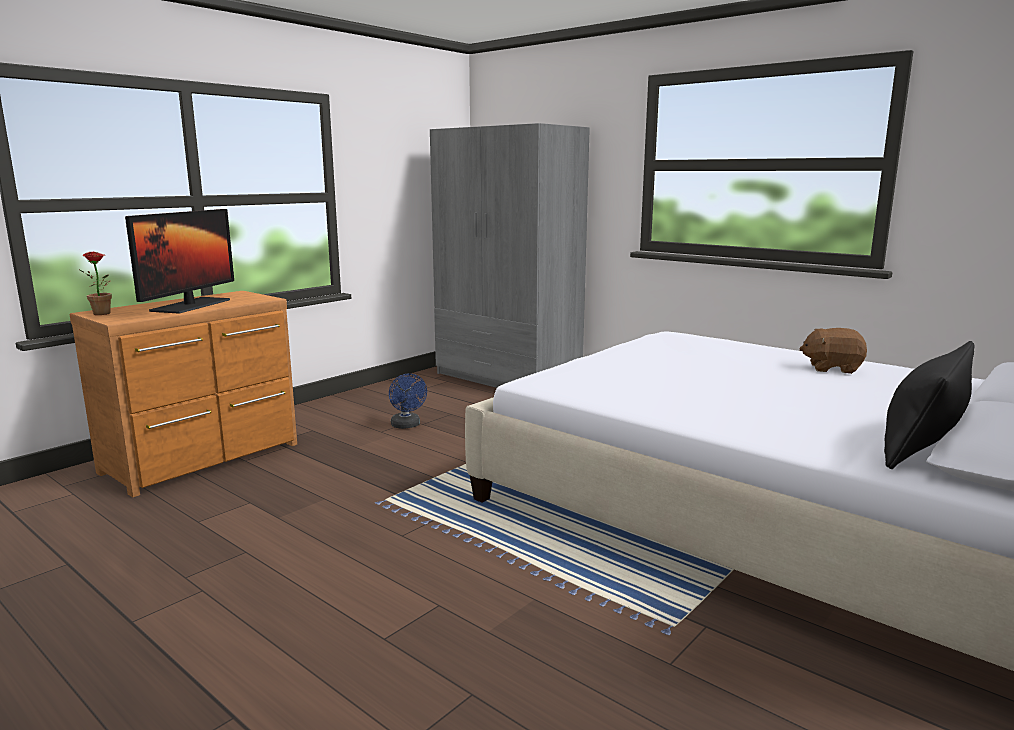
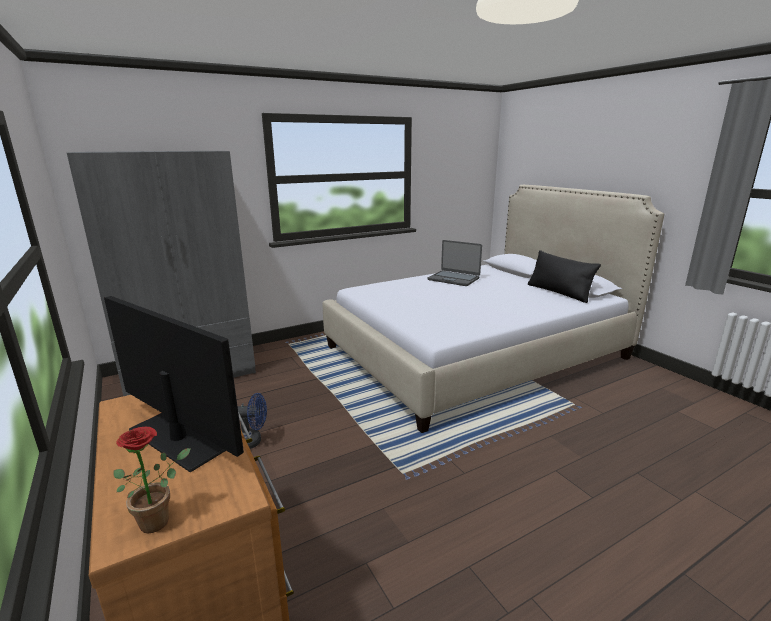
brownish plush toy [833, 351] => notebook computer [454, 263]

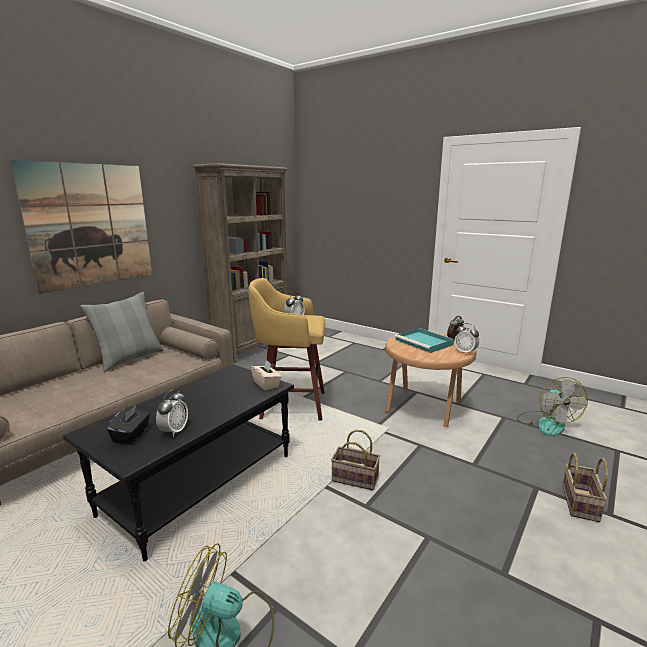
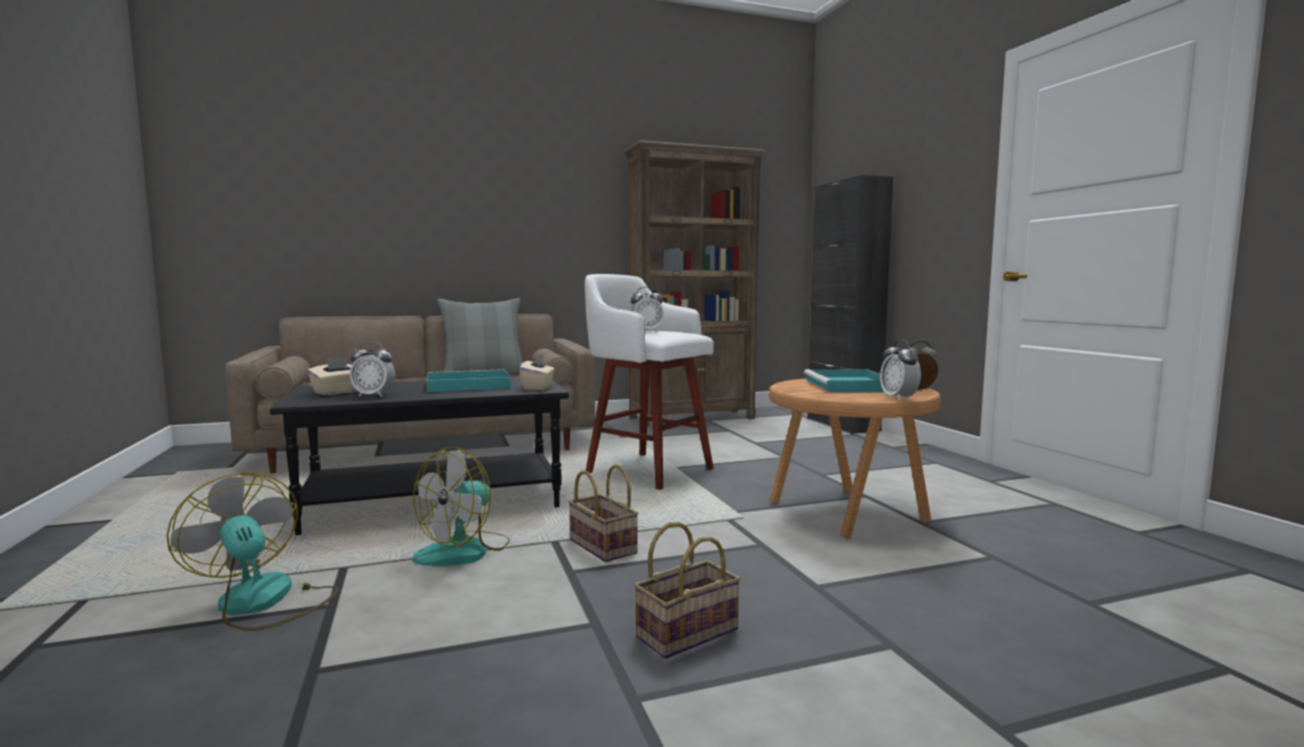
wall picture [81, 227] => nothing
black box of tissues [128, 424] => sand-coloured box of tissues [333, 375]
alarm clock [172, 413] => alarm clock [372, 369], 45 degrees clockwise
yellow-coloured sitting stool [286, 349] => white sitting stool [649, 382]
fan [552, 406] => fan [461, 506], move
storage basket [585, 487] => storage basket [687, 590], move
nothing => turquoise carrying tray [469, 380]
nothing => black cupboard [850, 304]

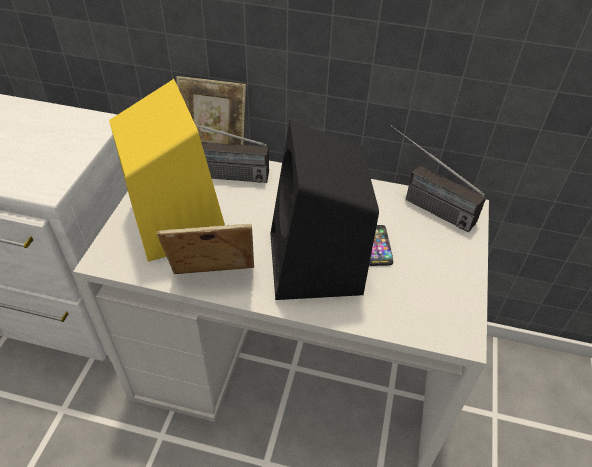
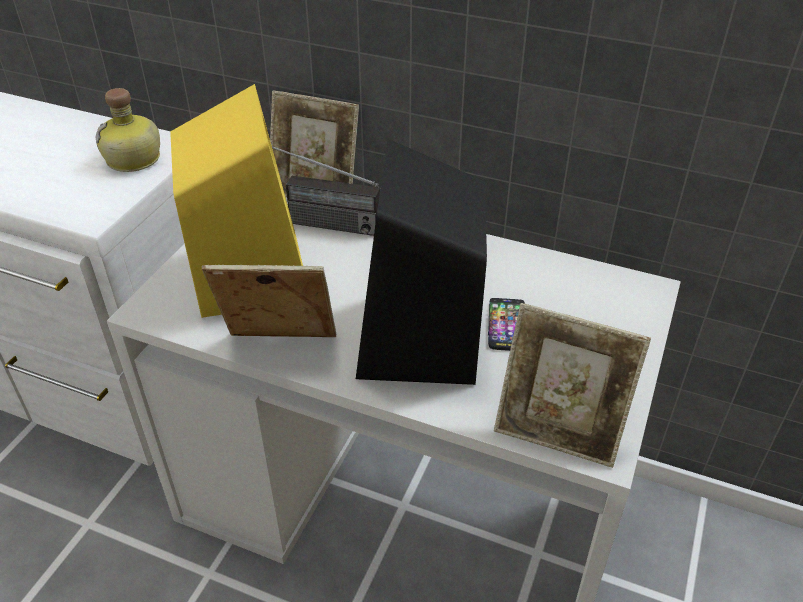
radio set [438, 178] => nothing
nothing => bottle [128, 130]
nothing => picture frame [572, 385]

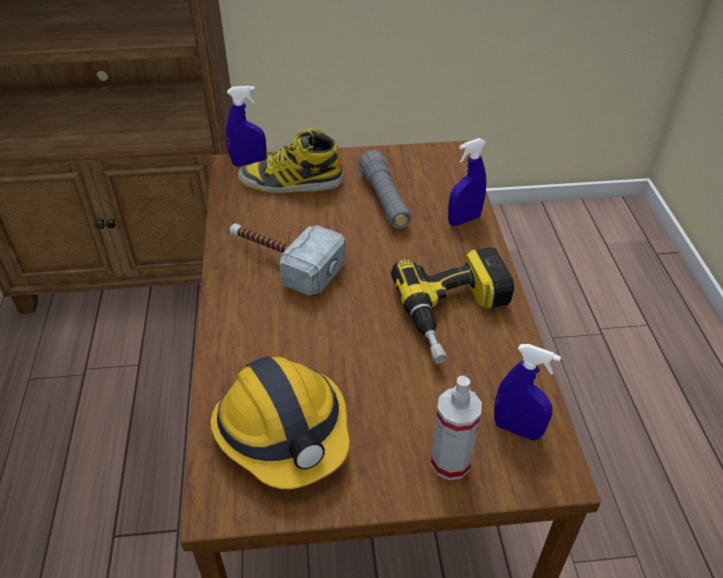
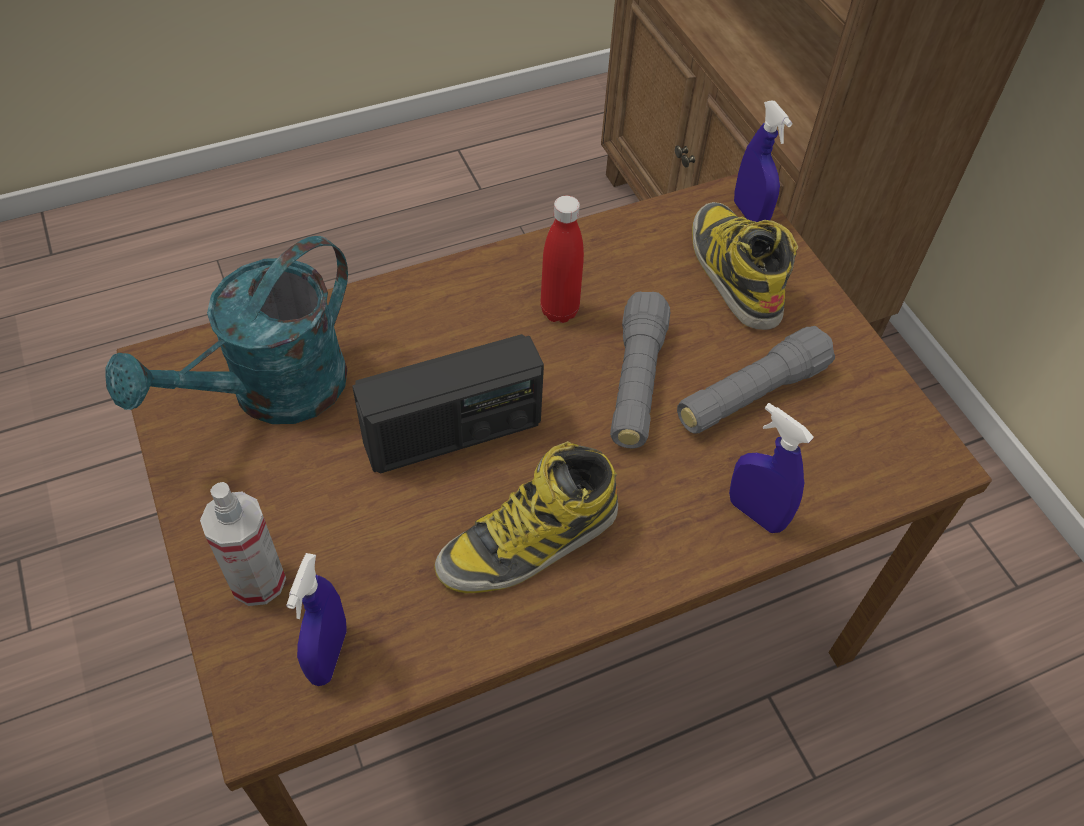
safety helmet [280, 422] => turquoise sprinkling can [227, 330]
hammer [287, 259] => red bottle [562, 259]
power drill [452, 305] => boot [526, 517]
nothing => radio set [448, 403]
nothing => grey torch [640, 370]

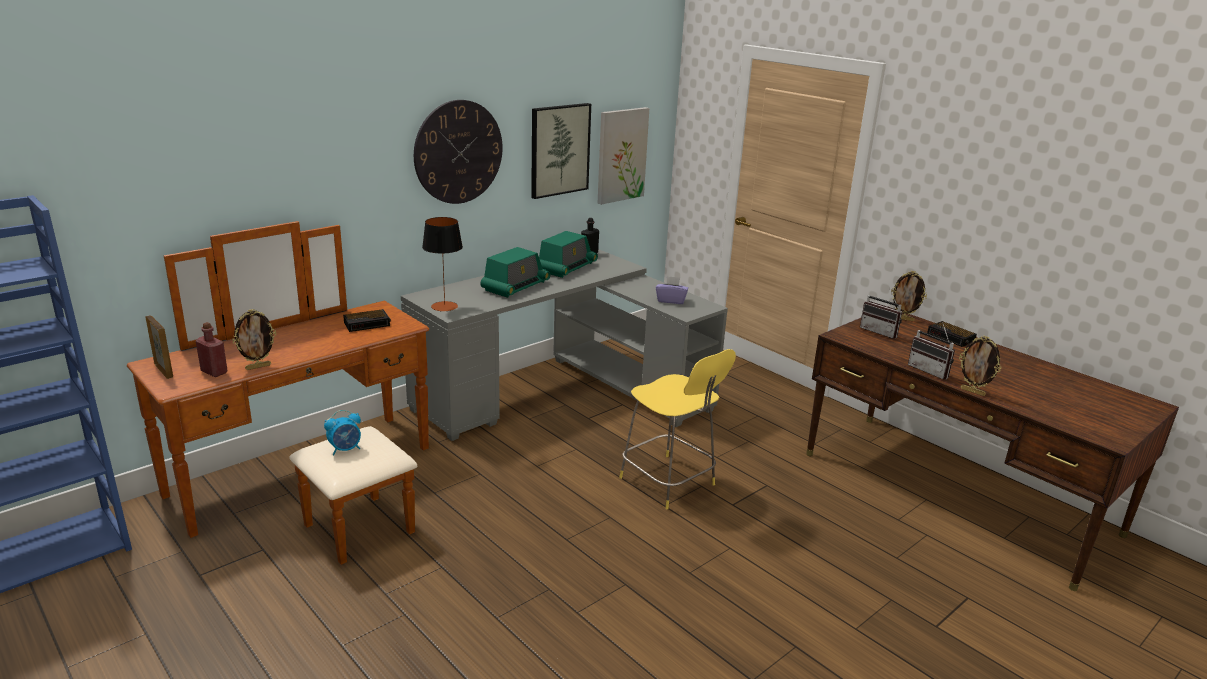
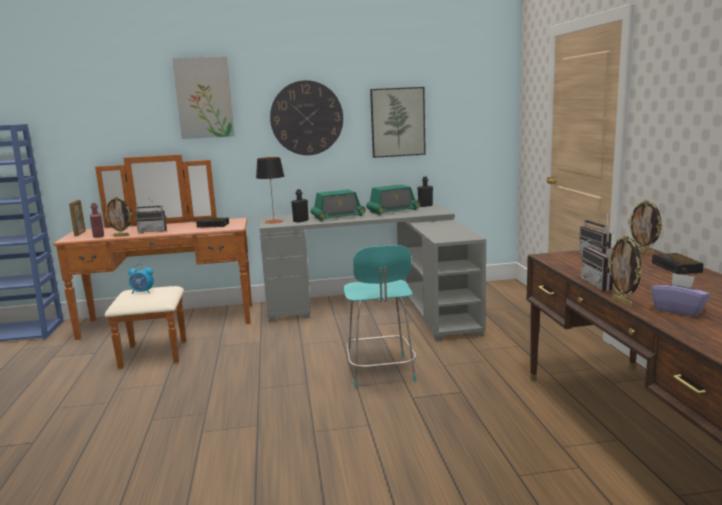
wall picture [623, 156] => wall picture [203, 97], move
yellow-coloured sitting stool [677, 429] => turquoise sitting stool [380, 317]
purple box of tissues [672, 290] => purple box of tissues [680, 295], move
nothing => radio set [151, 216]
nothing => black bottle [300, 206]

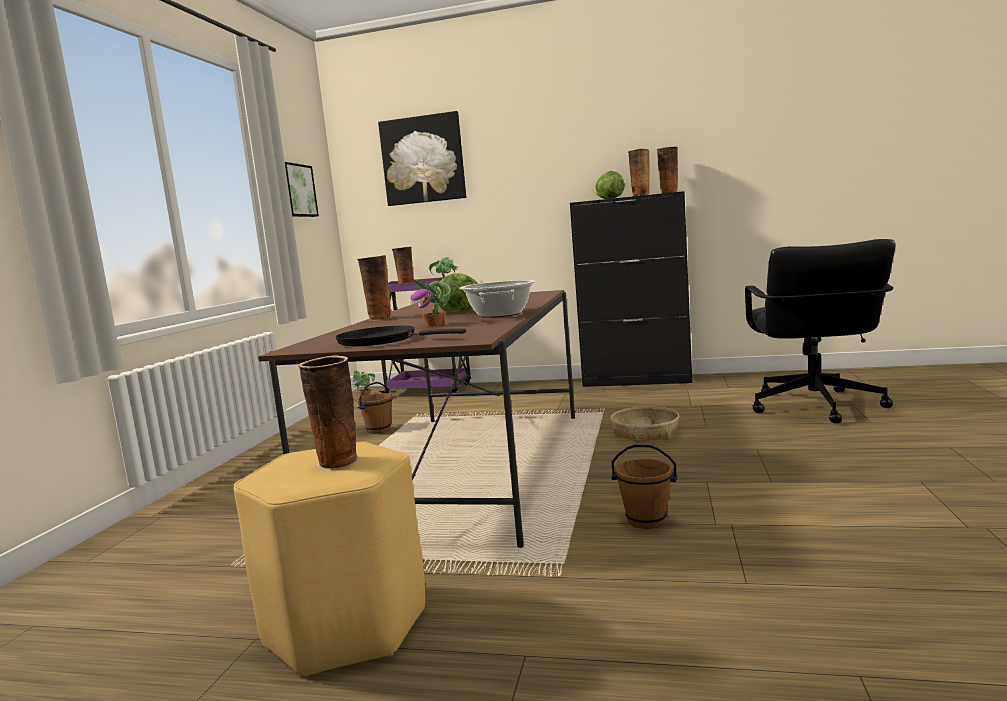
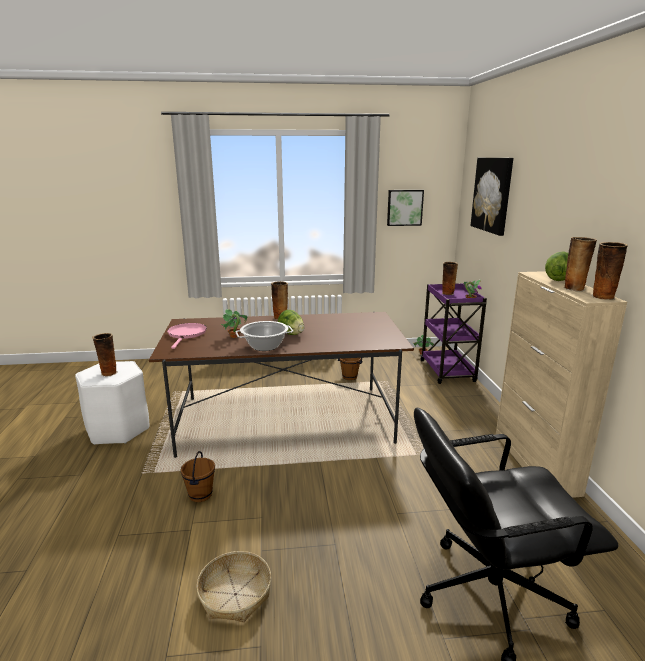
yellow-coloured sitting stool [329, 559] => white sitting stool [112, 403]
black skillet [400, 336] => pink skillet [187, 336]
black cupboard [631, 289] => sand-coloured cupboard [561, 384]
storage basket [645, 424] => storage basket [233, 586], move

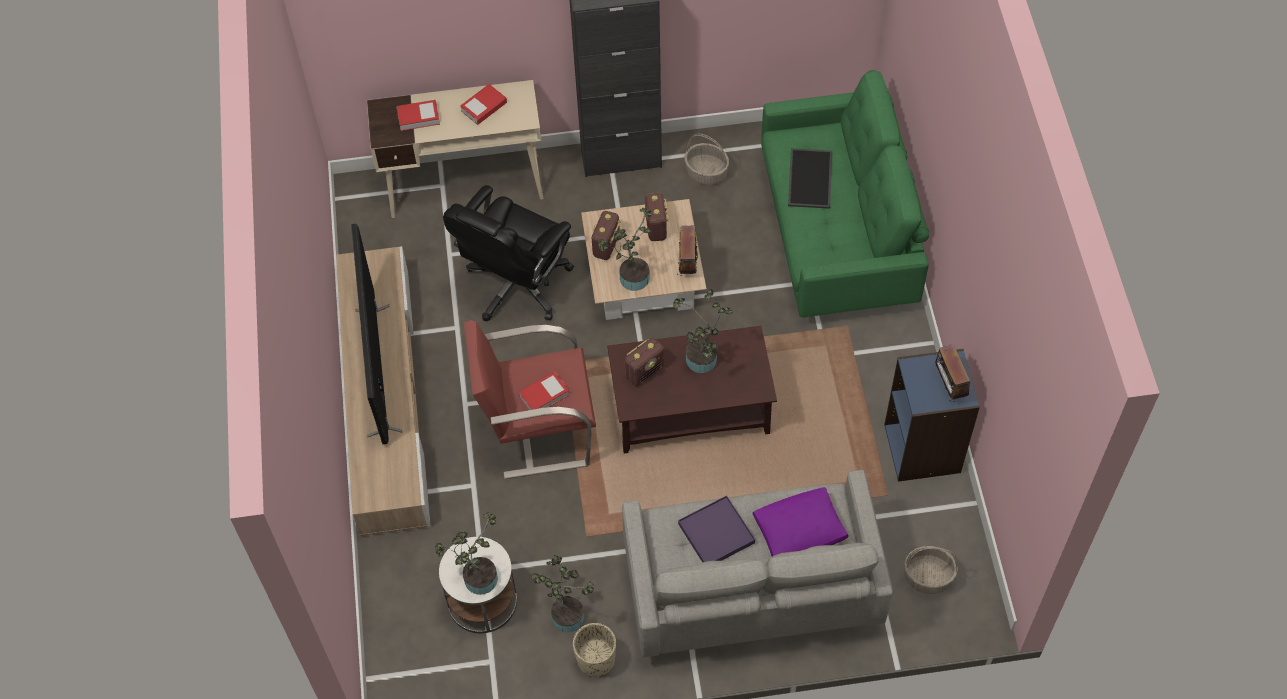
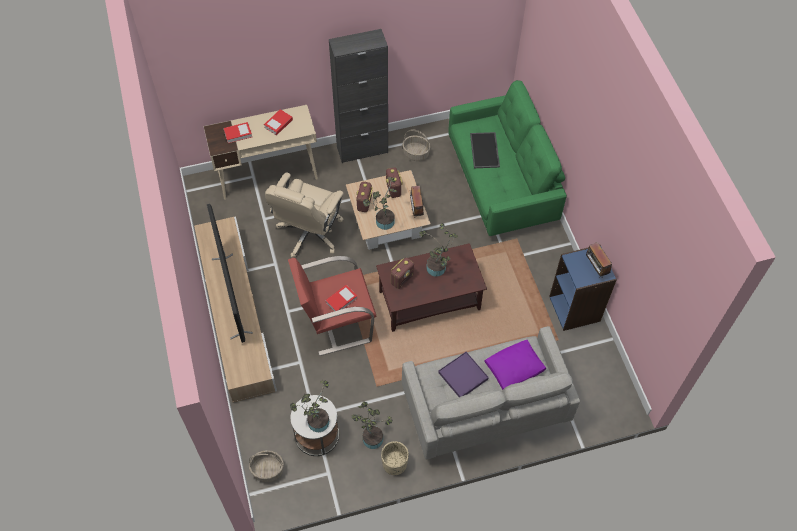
black desk chair [508, 253] => sand-coloured desk chair [304, 215]
storage basket [931, 570] => storage basket [266, 466], move

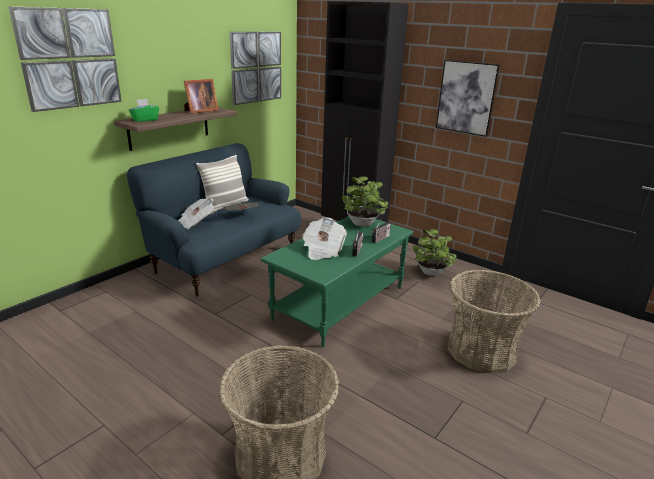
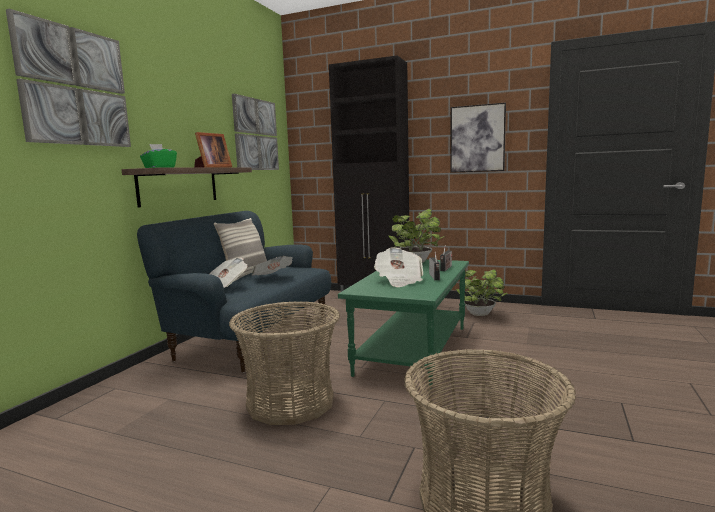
storage basket [494, 322] => storage basket [284, 363], move

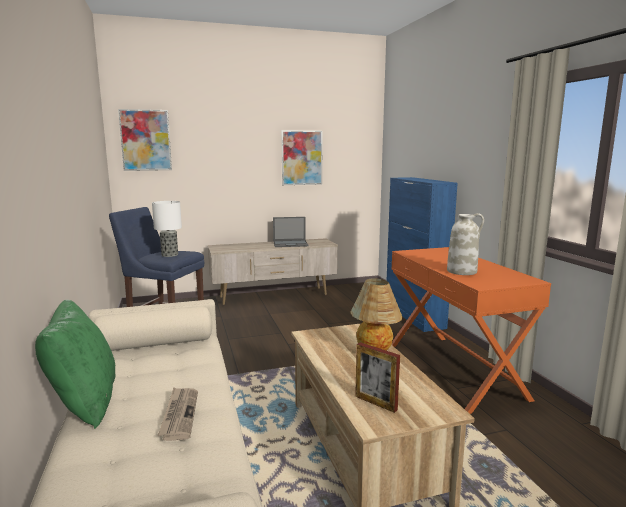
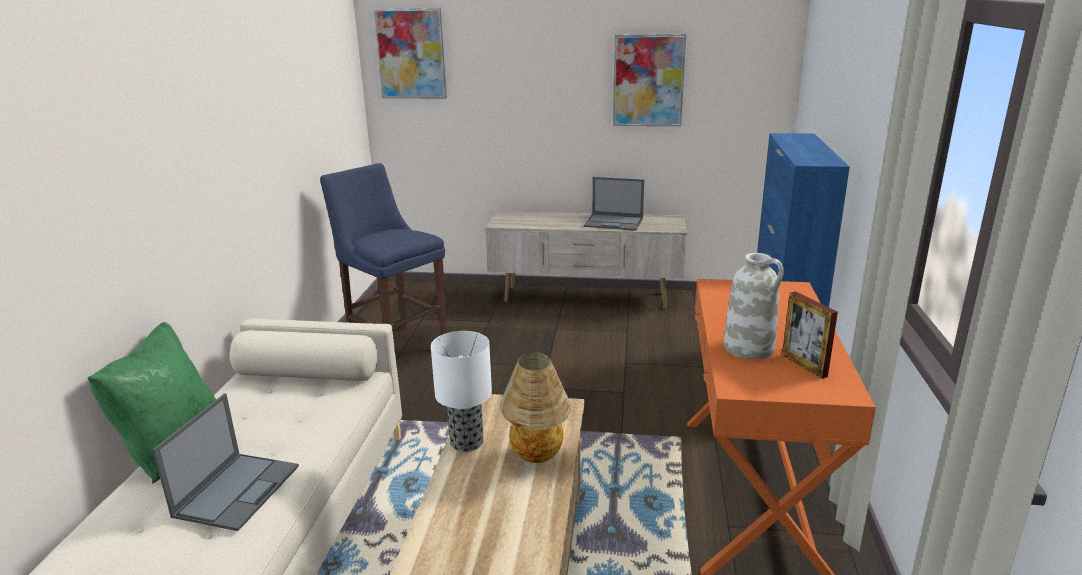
table lamp [167, 229] => table lamp [461, 391], move
printed paper [177, 414] => notebook computer [225, 462]
picture frame [377, 377] => picture frame [810, 335], move

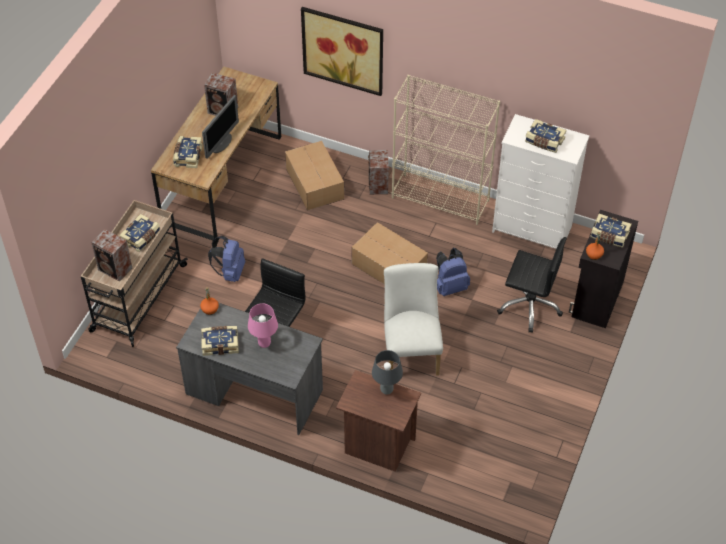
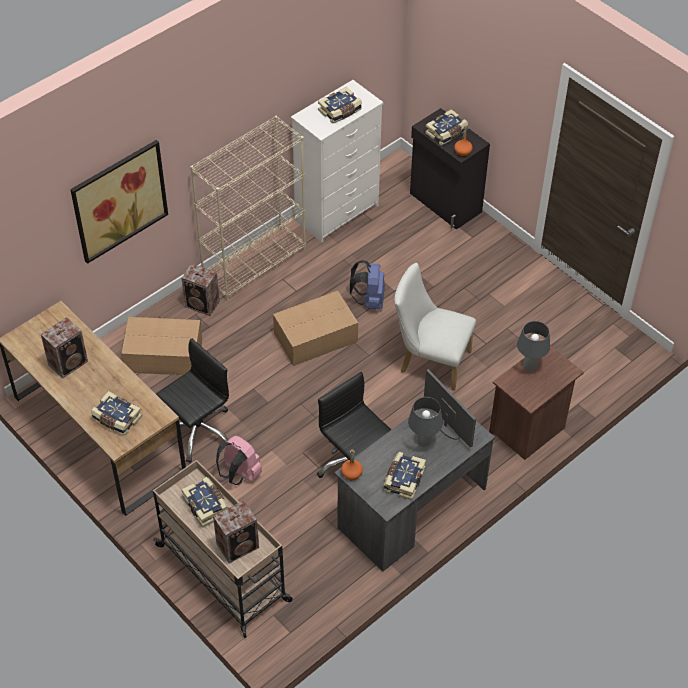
computer display [220, 127] => computer display [450, 408], move
blue-coloured knapsack [226, 259] => pink knapsack [239, 460]
pink table lamp [263, 325] => grey table lamp [425, 422]
black desk chair [532, 285] => black desk chair [192, 400], move

